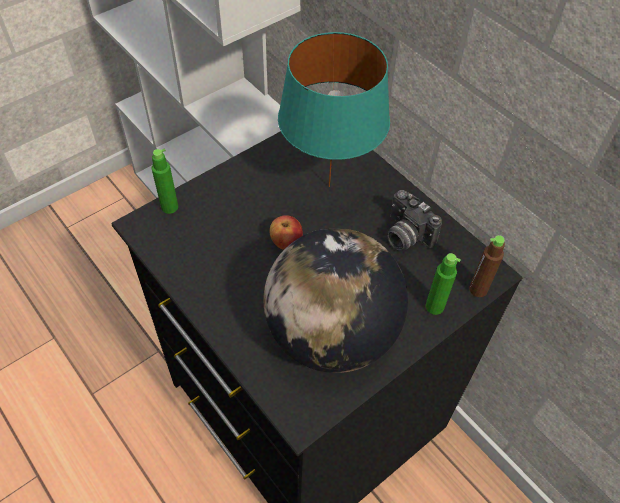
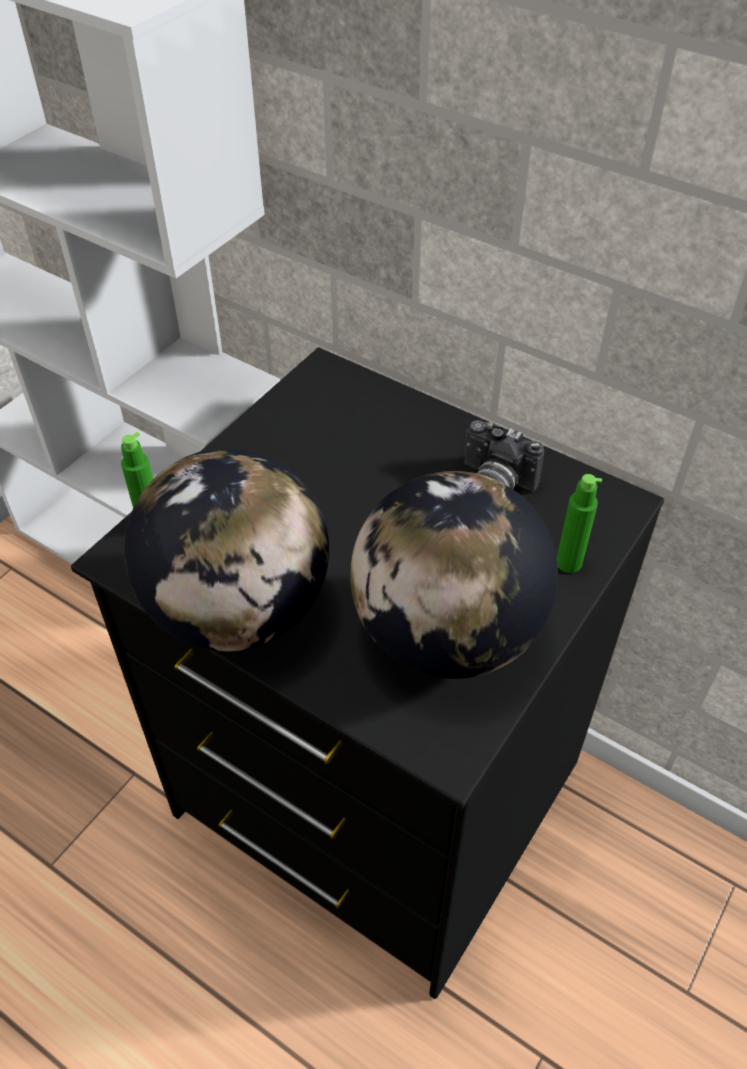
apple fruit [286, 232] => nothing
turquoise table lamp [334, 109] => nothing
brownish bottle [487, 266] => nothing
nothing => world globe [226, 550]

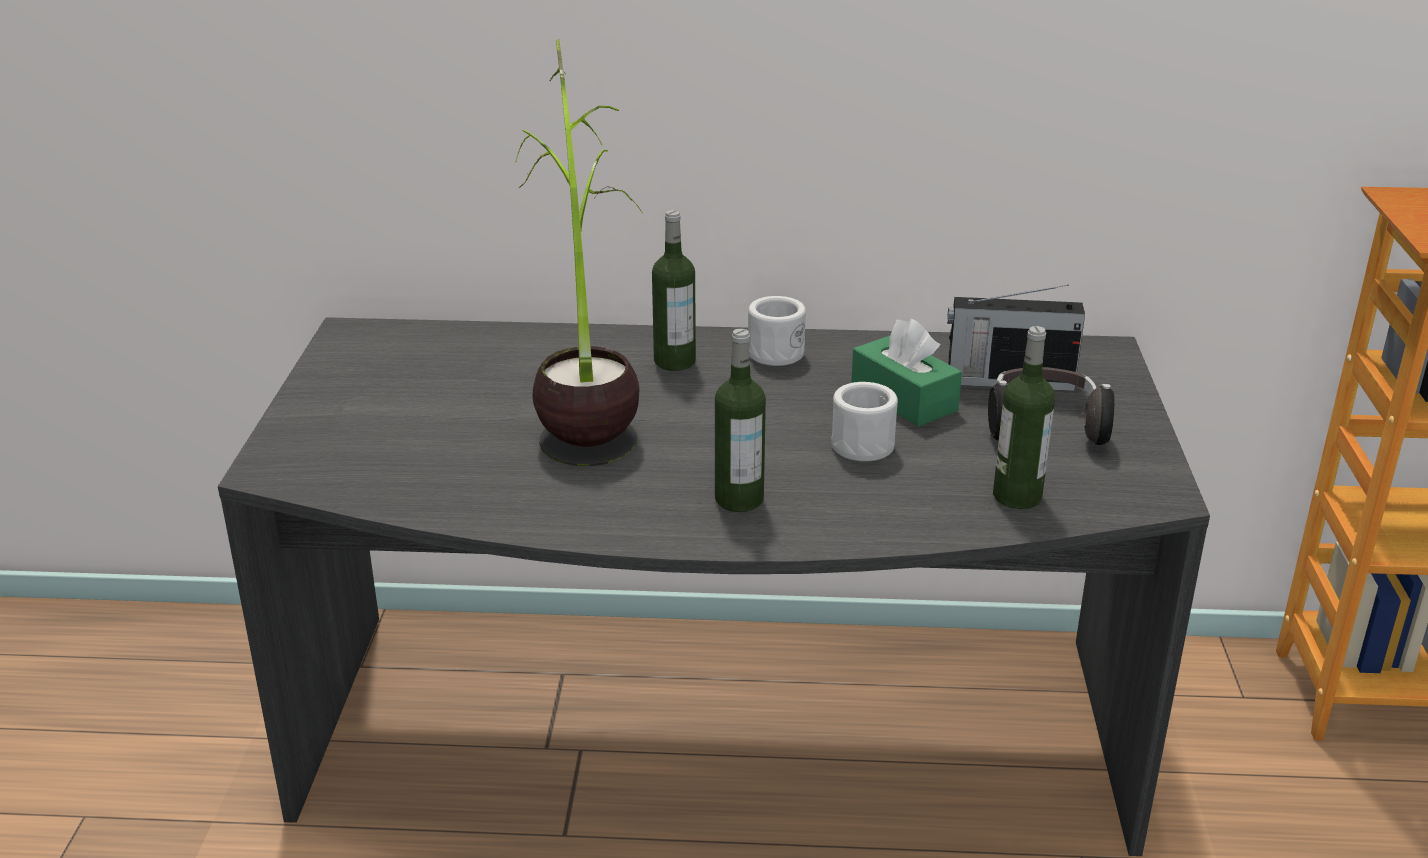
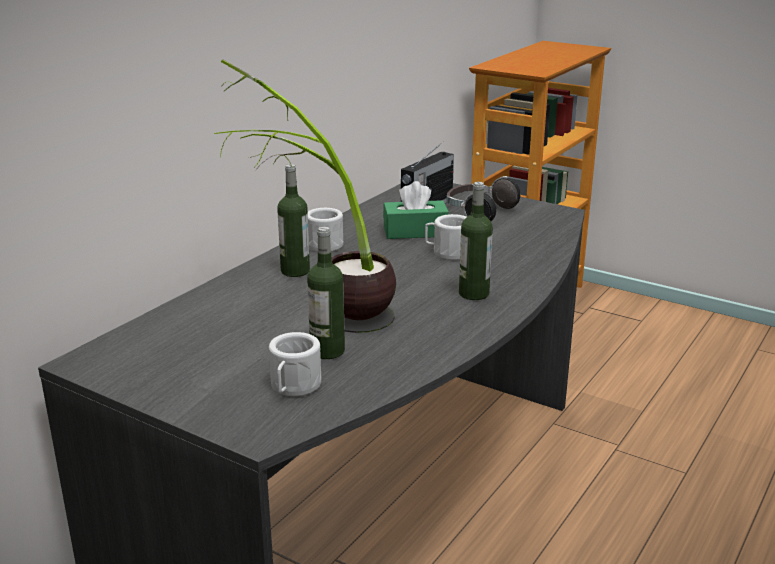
bottle [1024, 417] => bottle [326, 293], move
nothing => white tea mug [295, 364]

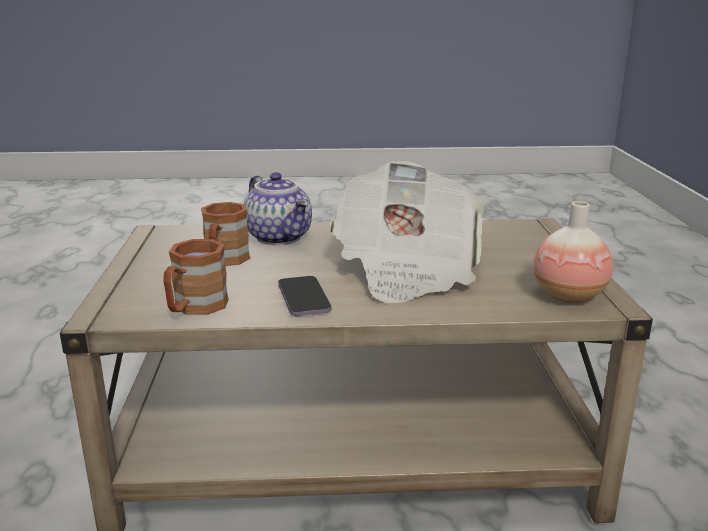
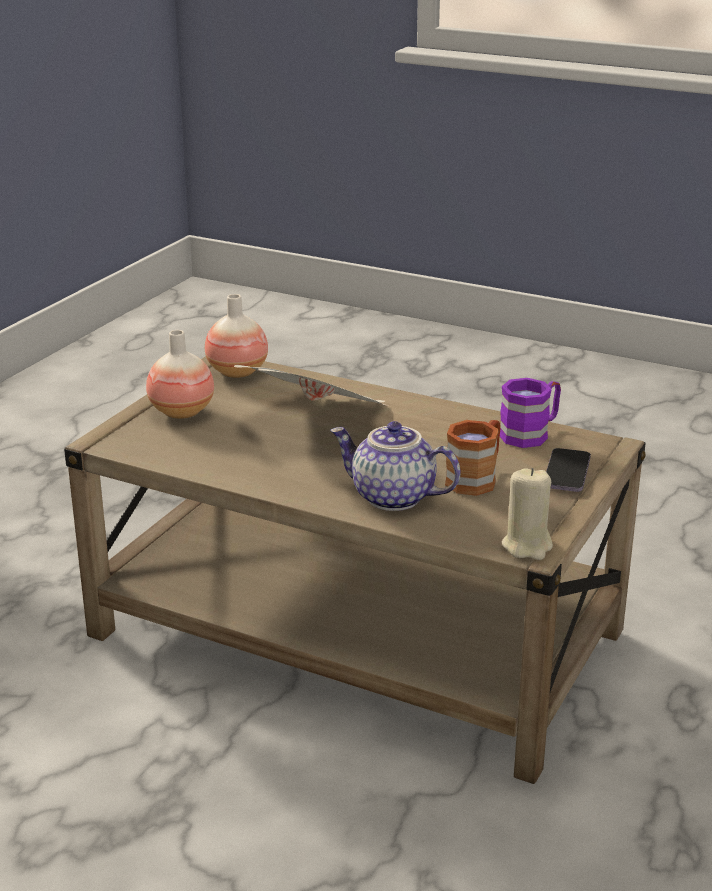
brownish tea mug [196, 277] => purple tea mug [530, 413]
teapot [278, 208] => teapot [395, 466], 60 degrees counterclockwise
telephone [305, 296] => telephone [568, 470], move
nothing => vase [180, 374]
nothing => sand-coloured wax candle [527, 514]

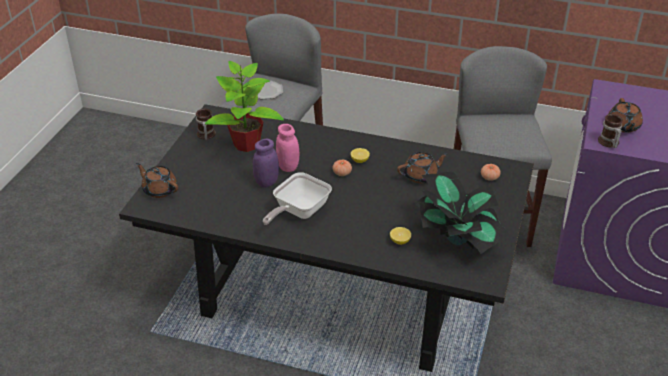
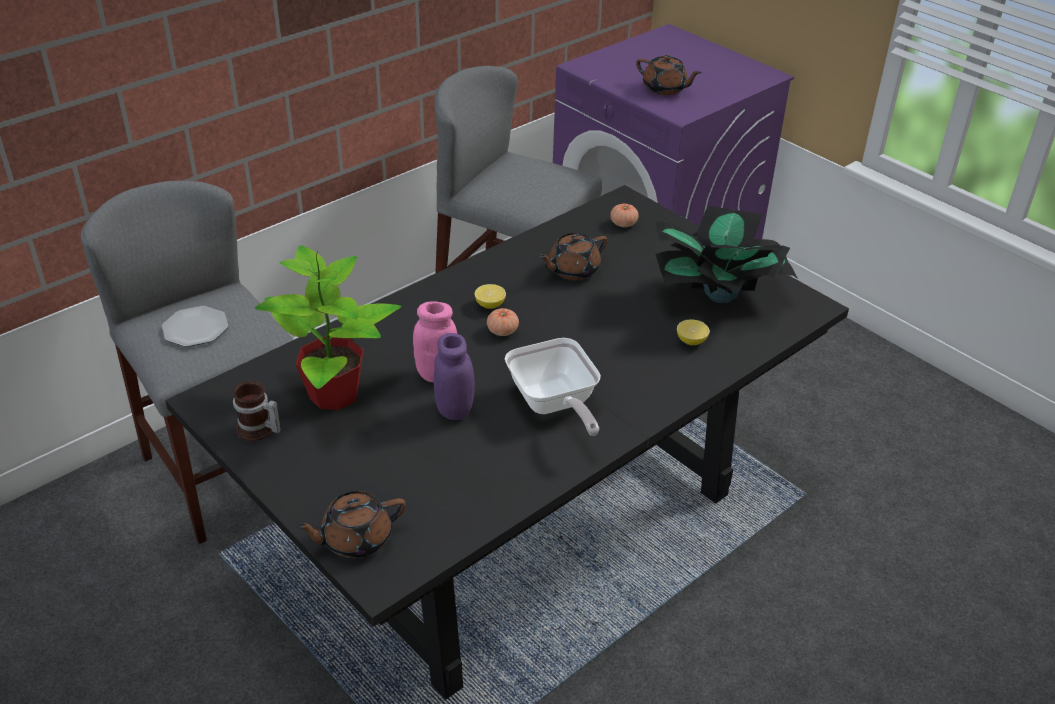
brownish teapot [422, 167] => brownish teapot [573, 256], 135 degrees counterclockwise
tea mug [610, 131] => nothing

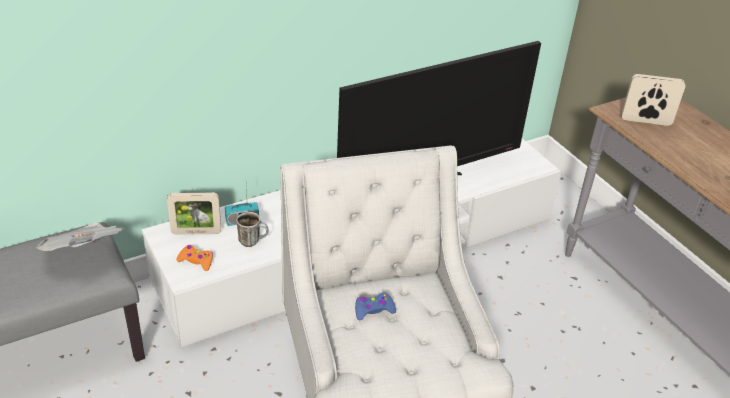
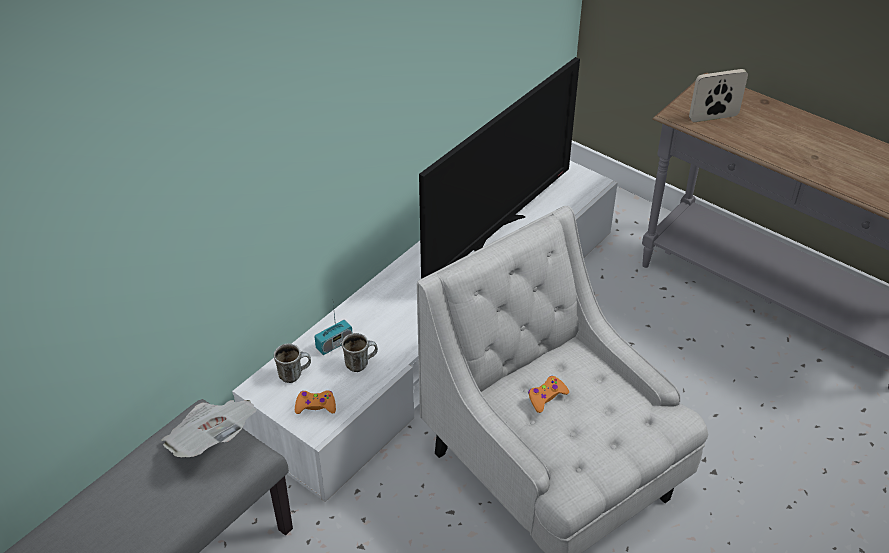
picture frame [194, 213] => tea mug [292, 363]
blue-coloured game controller [375, 306] => orange-coloured game controller [548, 394]

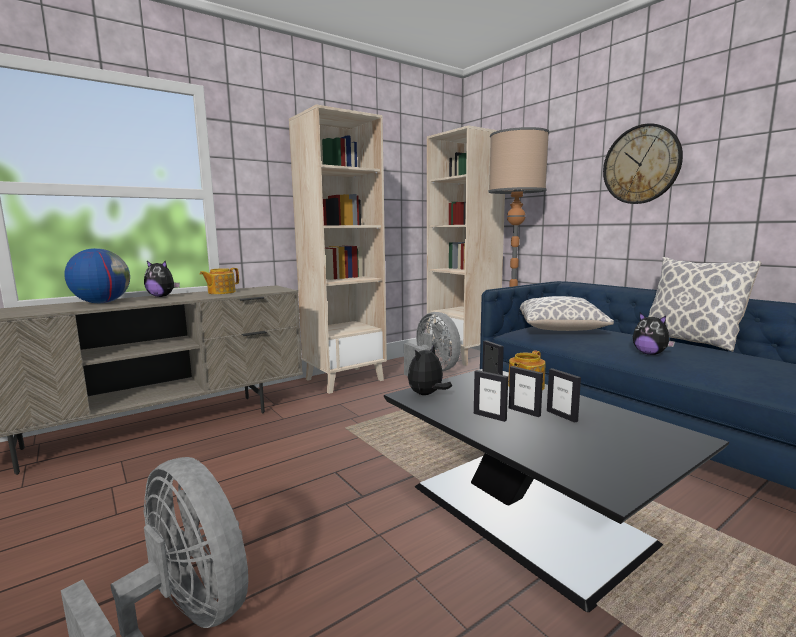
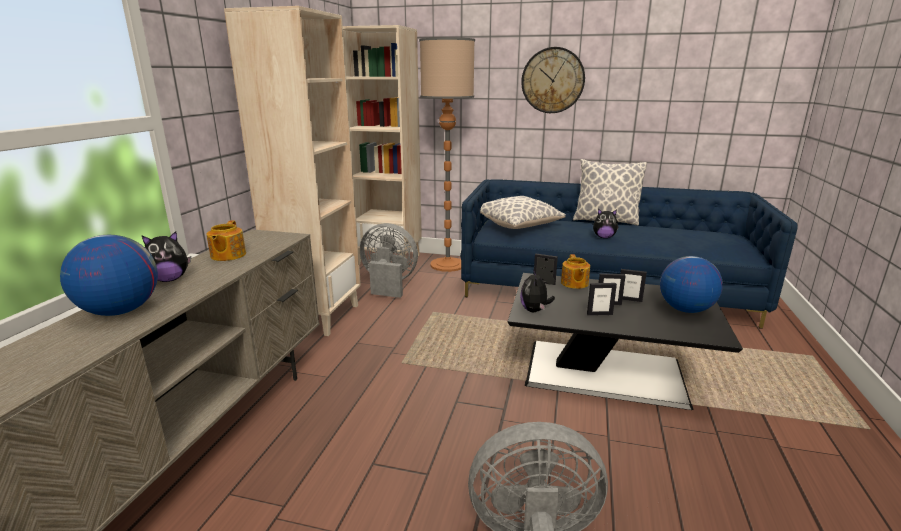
nothing => world globe [691, 284]

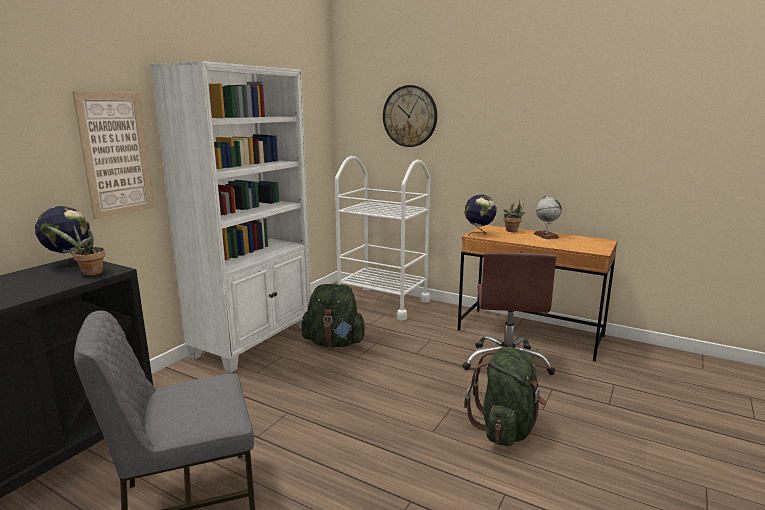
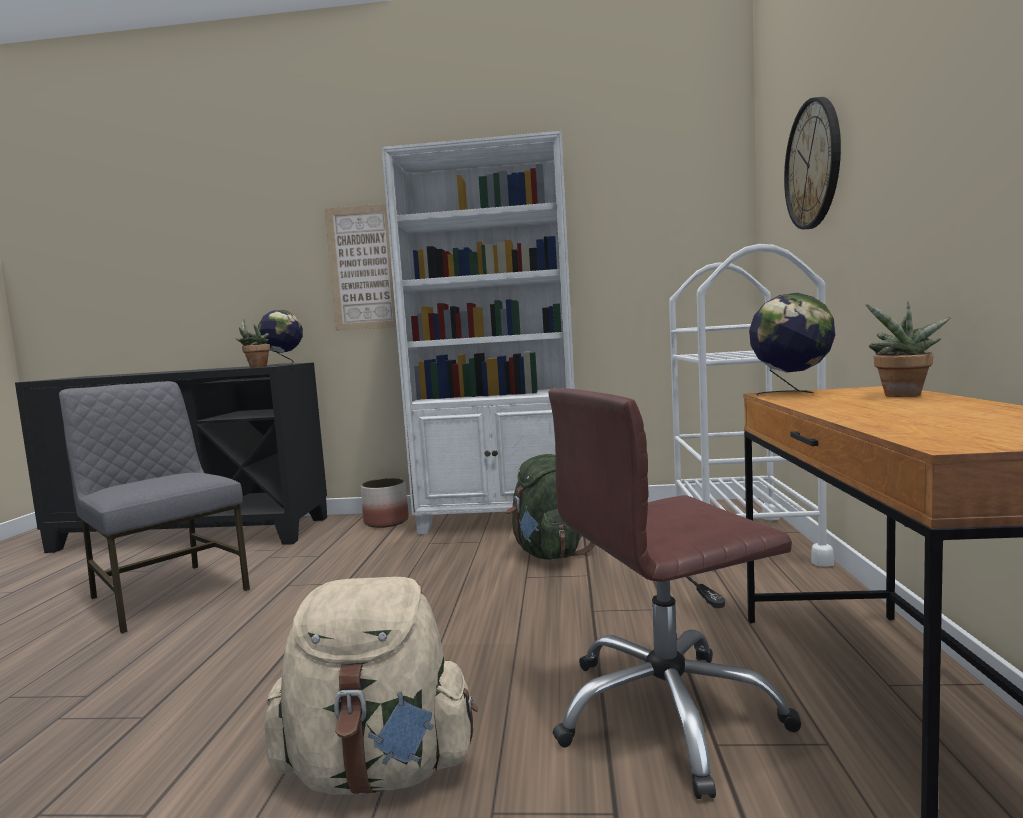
green knapsack [505, 396] => sand-coloured knapsack [371, 686]
world globe [547, 217] => nothing
nothing => planter [385, 503]

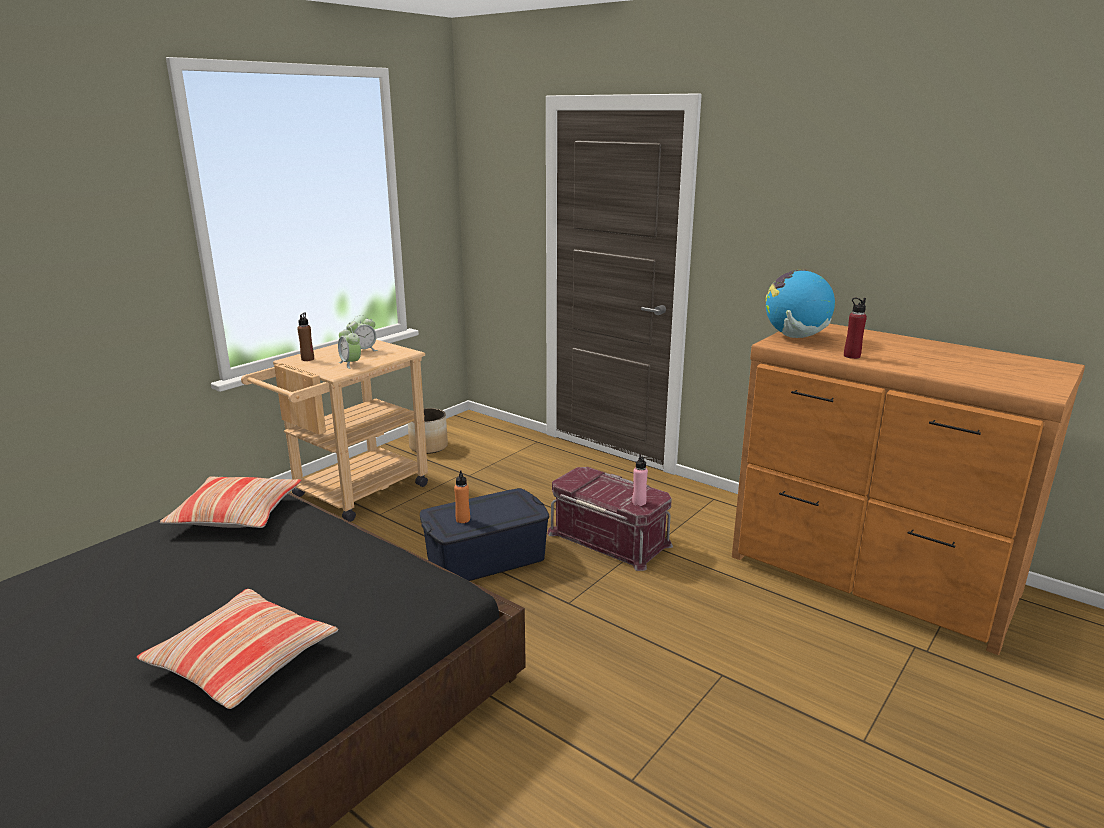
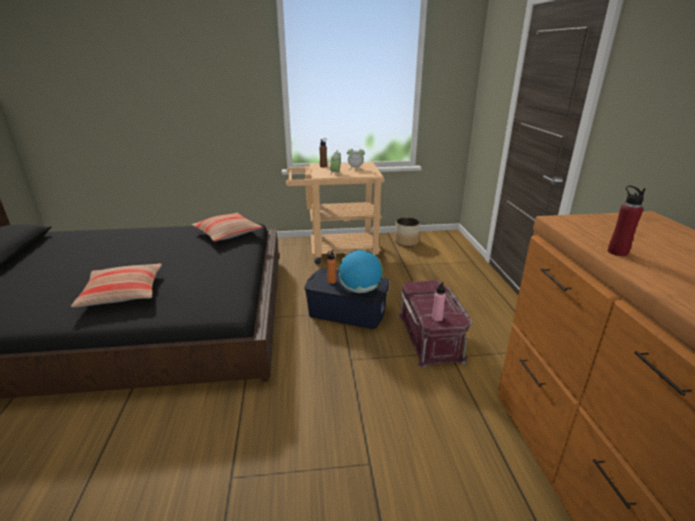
world globe [800, 304] => world globe [361, 271], move

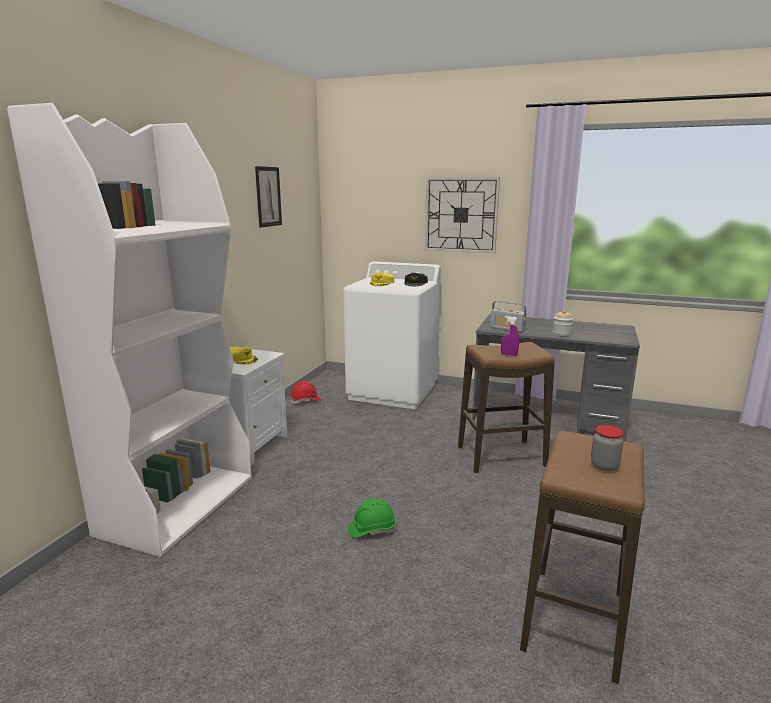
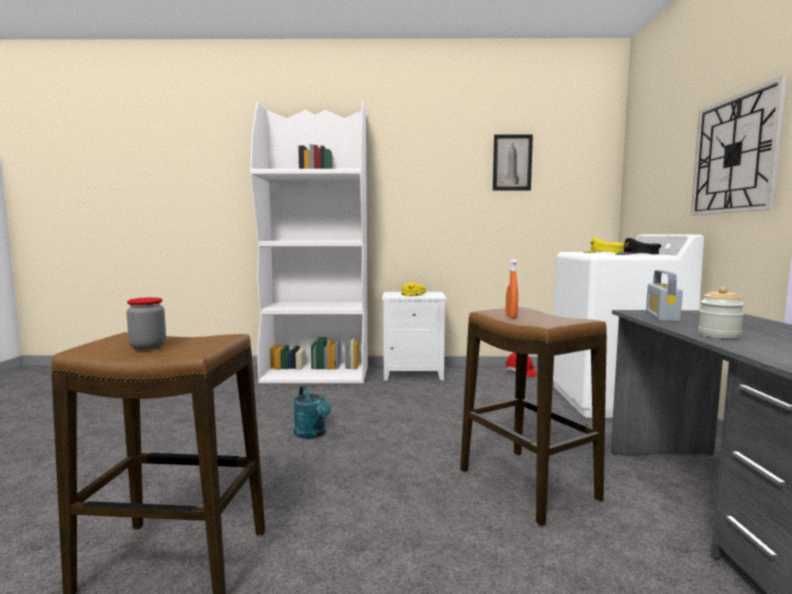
green safety helmet [372, 518] => turquoise sprinkling can [312, 412]
purple hand sprayer [510, 336] => orange-coloured hand sprayer [512, 288]

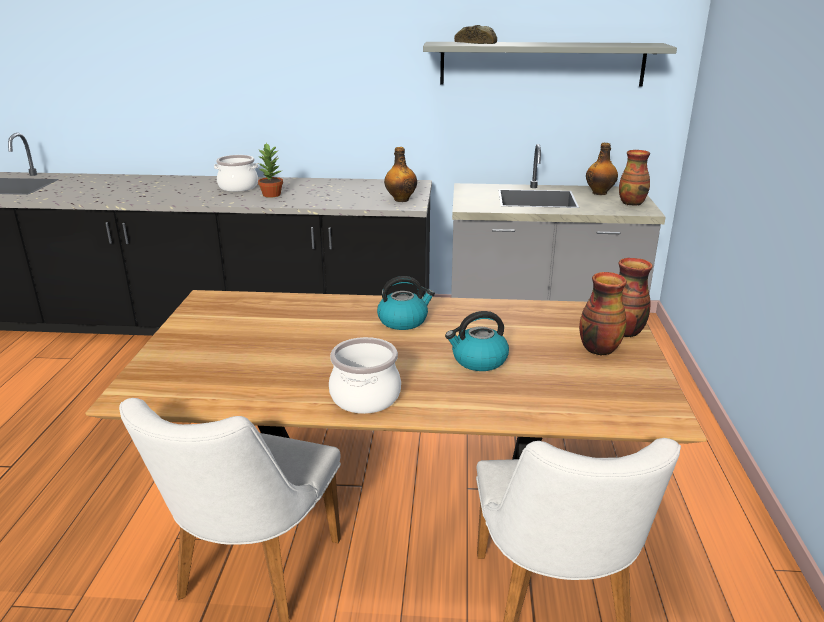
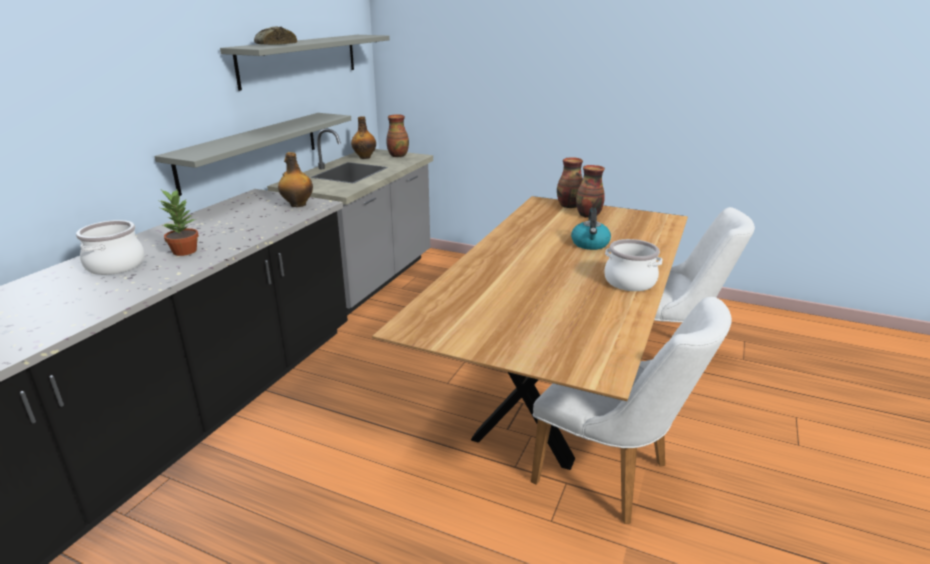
kettle [406, 303] => nothing
nothing => grey shelf [252, 154]

